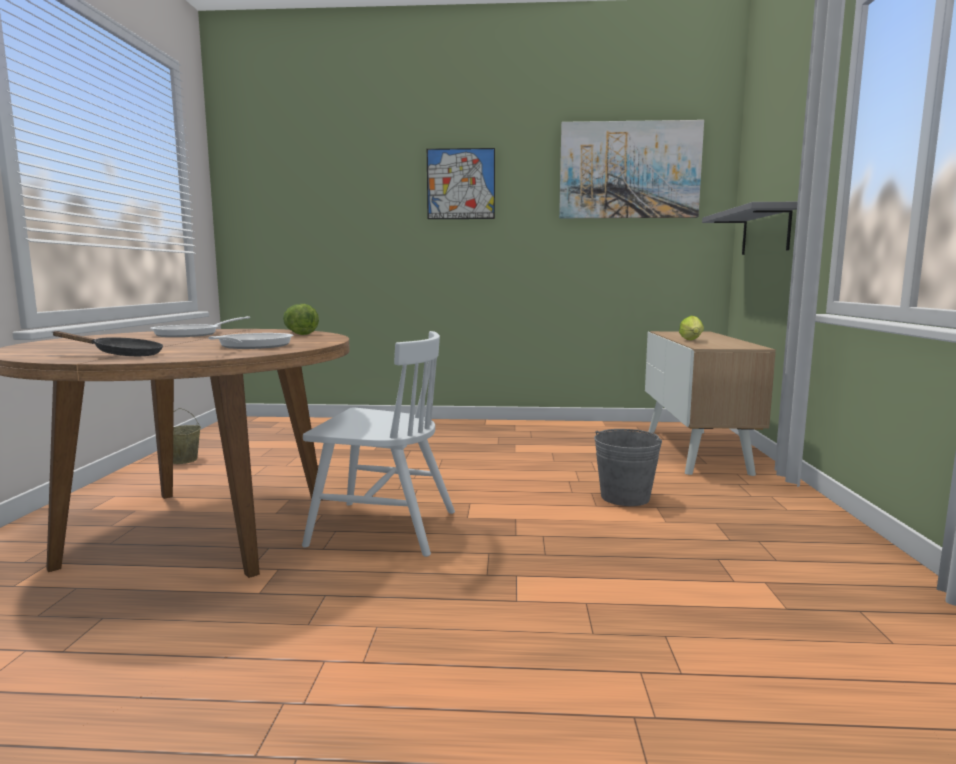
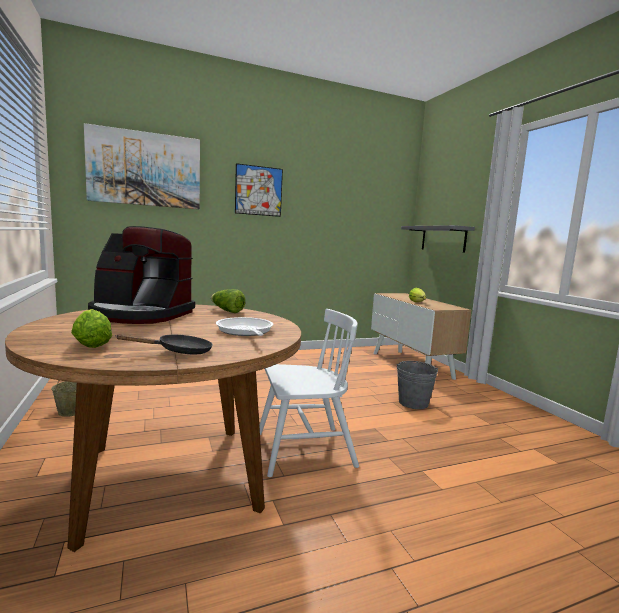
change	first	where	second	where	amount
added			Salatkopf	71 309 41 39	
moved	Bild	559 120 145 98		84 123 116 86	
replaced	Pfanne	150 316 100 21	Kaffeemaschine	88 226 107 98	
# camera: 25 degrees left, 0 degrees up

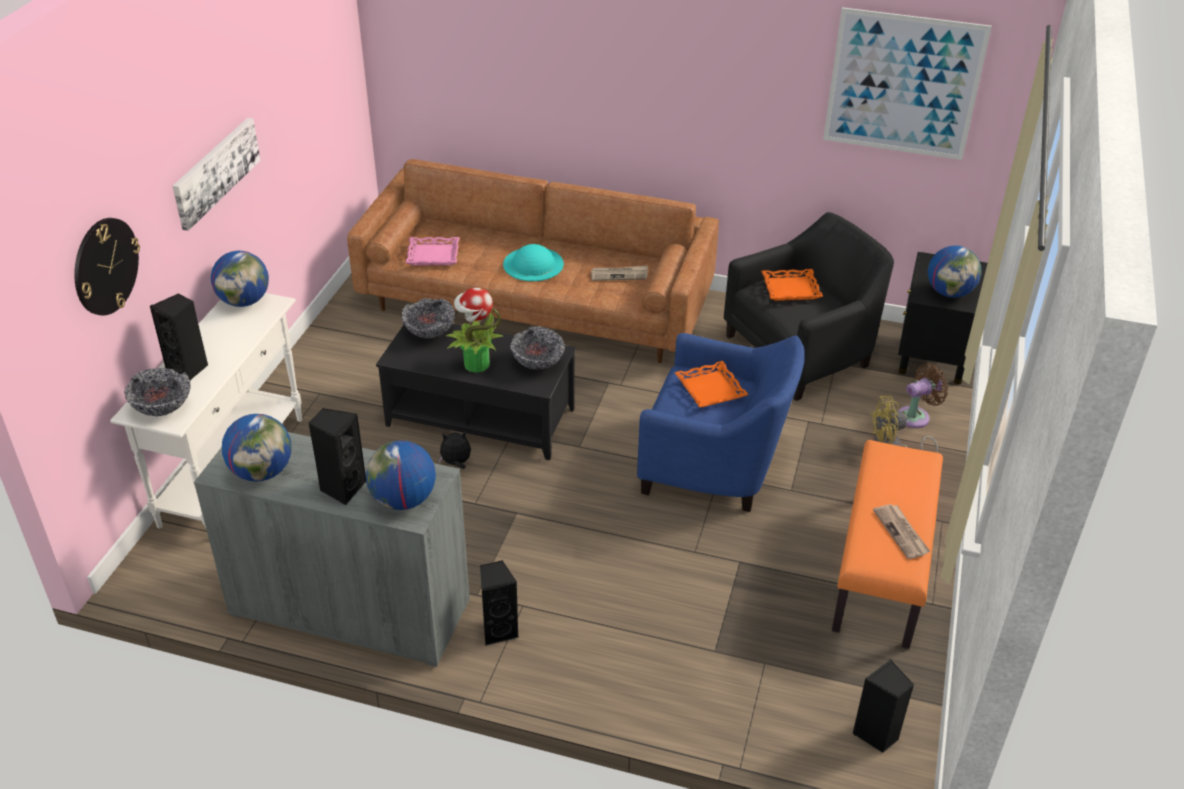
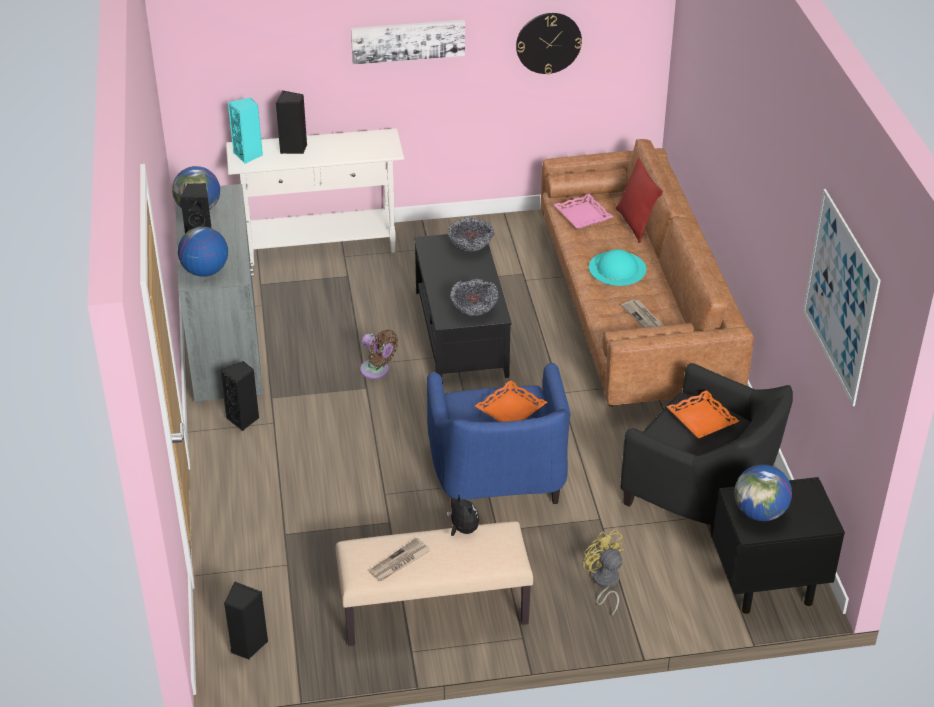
change	first	where	second	where	amount
replaced	Schüssel	124 368 67 48	Lautsprecher/türkis	228 97 35 67	
recoloured	Bank/orange	832 440 111 209	Bank/beige	335 521 198 125	
moved	Ventilator/braun	898 363 50 65		360 330 38 49	
moved	Plüschtier	438 431 33 38		447 493 32 43	
moved	Wanduhr	74 218 66 98		516 13 66 62	
added			Kissen/rot	616 158 47 85	
removed	Globus	211 251 58 56			
removed	Topfpflanze	446 287 58 86			
# camera: 65 degrees right, 0 degrees up

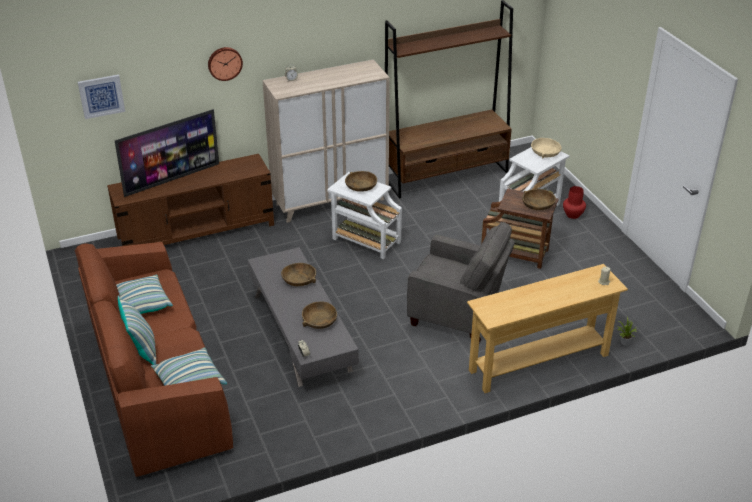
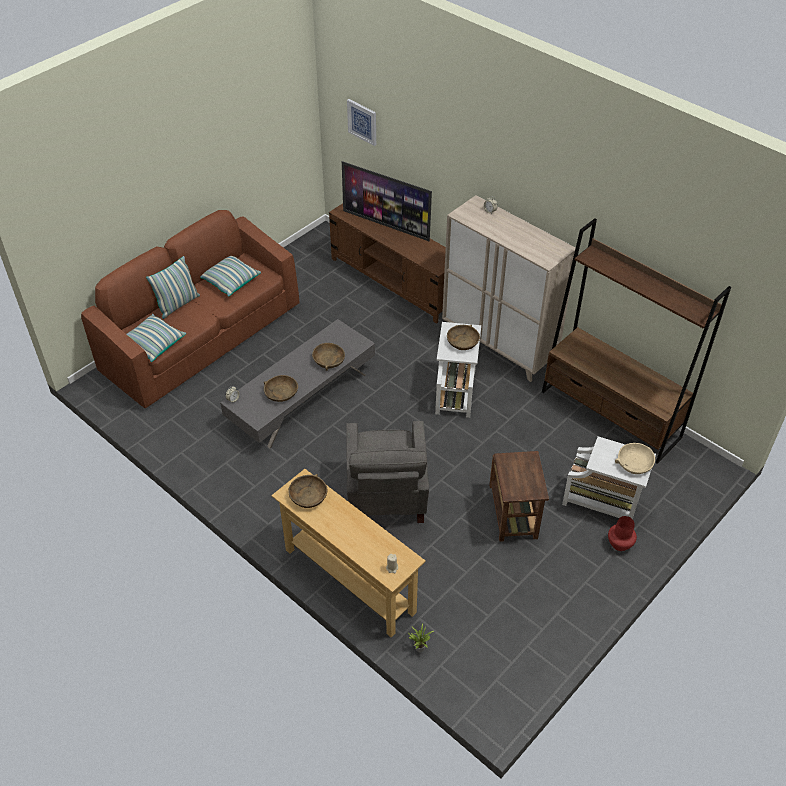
change	first	where	second	where	amount
moved	Schüssel/braun	522 189 34 21		288 474 39 34	
removed	Wanduhr	208 47 35 34			
# camera: 65 degrees right, 10 degrees up

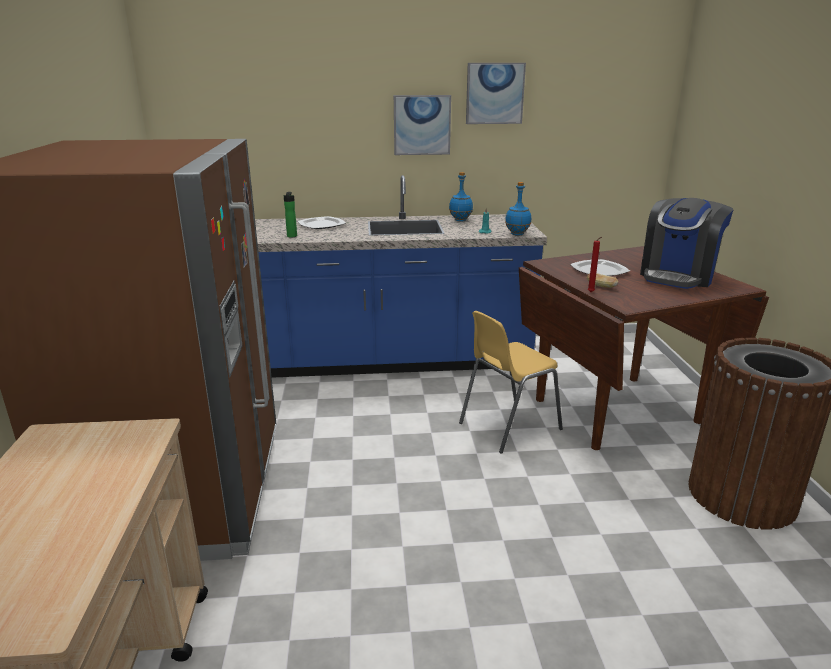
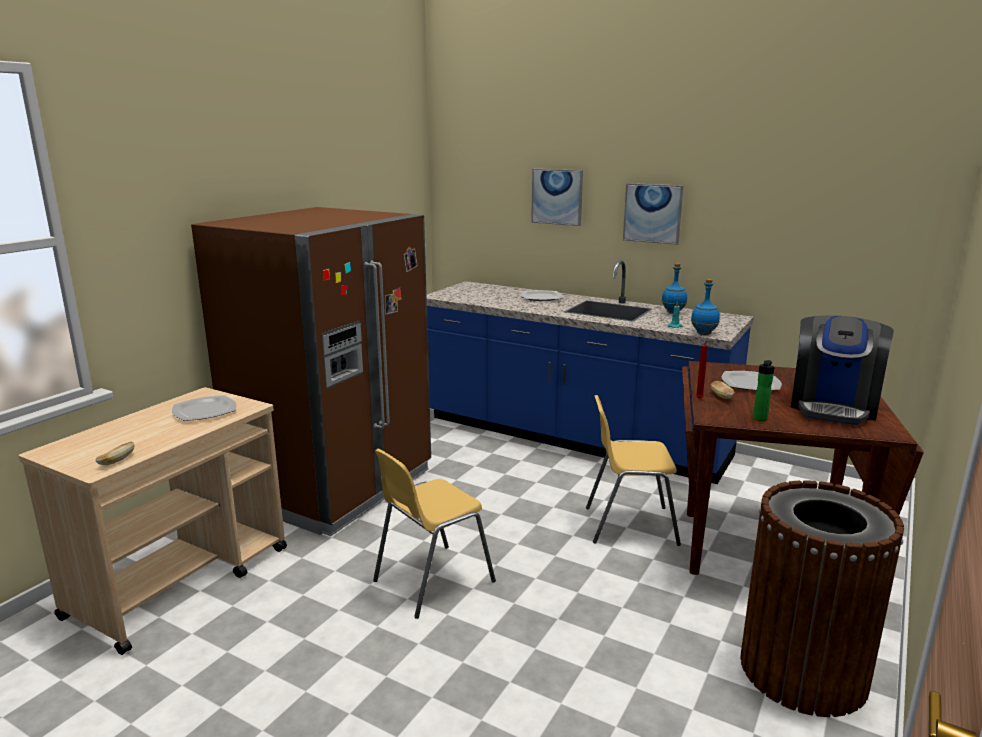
change	first	where	second	where	amount
added			Brot	96 442 39 23	
added			Teller	172 395 64 26	
added			Stuhl/gelb	373 449 123 170	
moved	Bild	466 63 60 61		531 169 52 57	
moved	Flasche	284 192 13 46		753 360 22 61	
turned	Kaffeemaschine	640 198 93 91		791 315 103 110	45 degrees counterclockwise
# camera: 35 degrees right, 5 degrees down

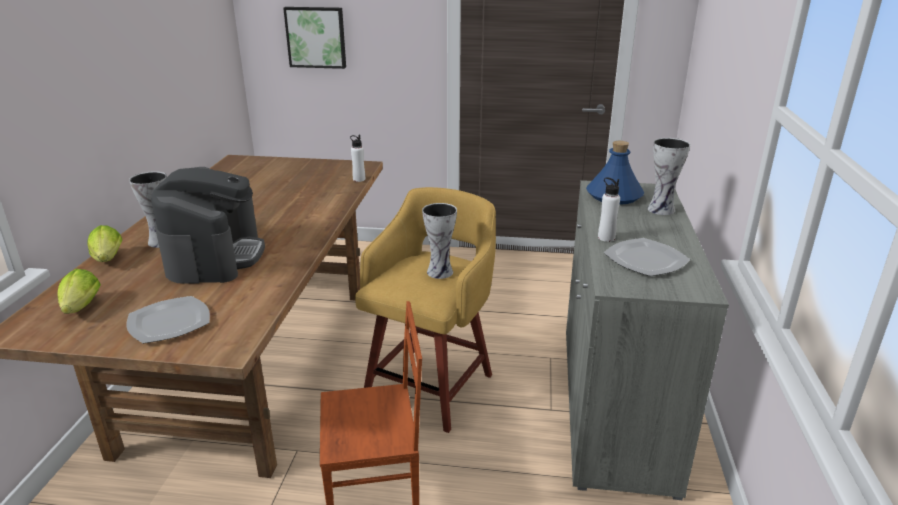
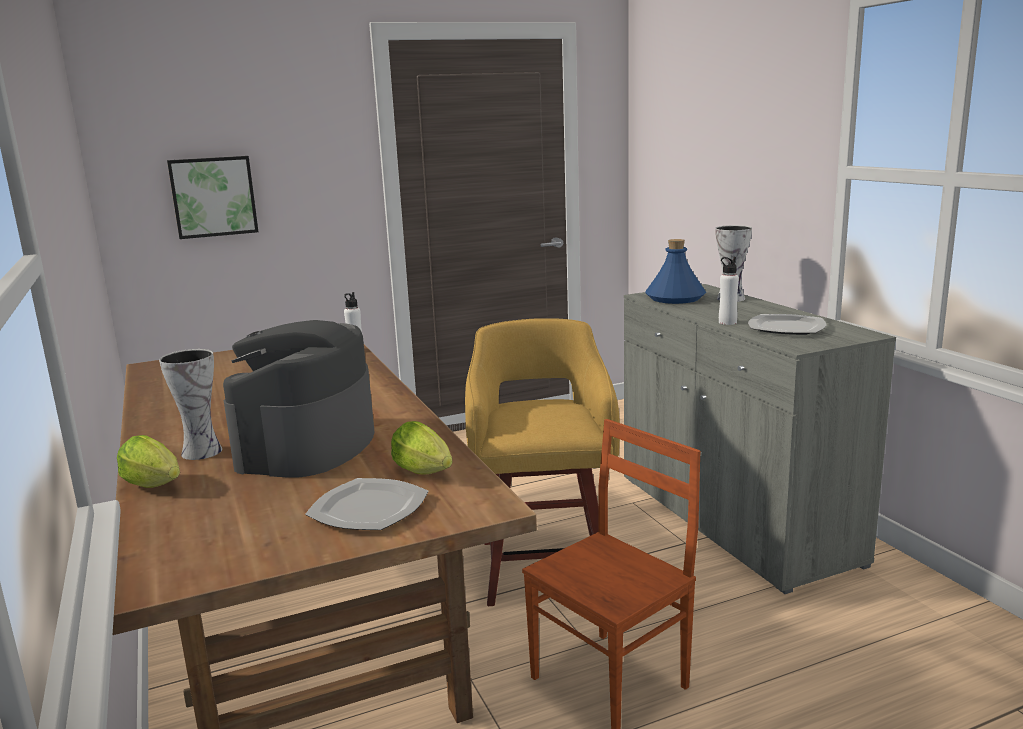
change	first	where	second	where	amount
turned	Kaffeemaschine	151 167 114 117		223 320 151 158	135 degrees counterclockwise
moved	Salatkopf	58 269 43 45		391 421 62 54	
removed	Vase	422 203 35 76			
# camera: 30 degrees left, 10 degrees down

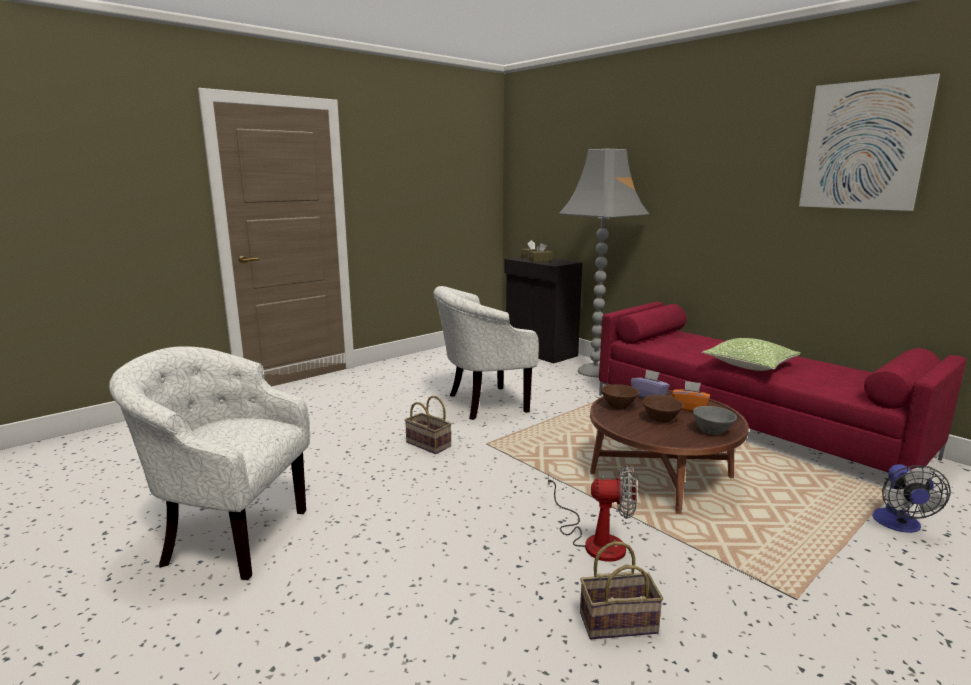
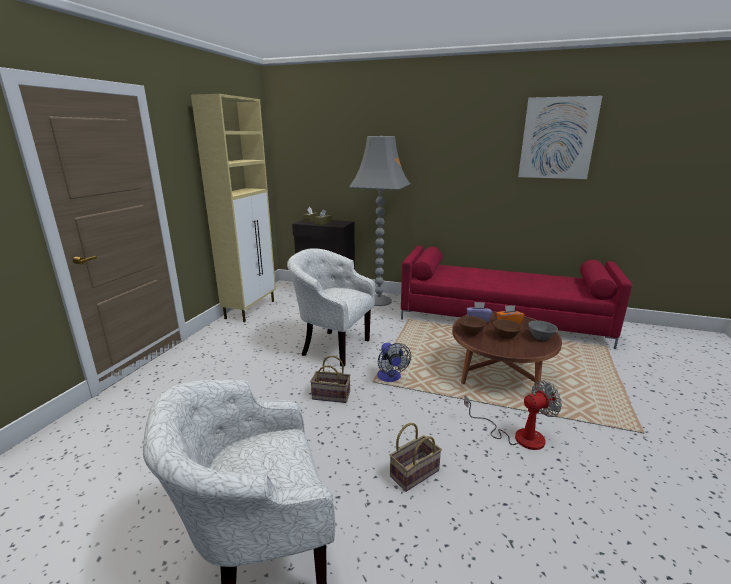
change	first	where	second	where	amount
added			Schrank/beige	191 94 85 228	
turned	Sessel/weiß	433 286 106 134		287 248 88 118	75 degrees clockwise
moved	Ventilator	872 464 79 69		377 343 34 39	
moved	Korb	580 541 83 98		389 423 53 69	
removed	Kissen	702 338 99 33			
# camera: 30 degrees left, 5 degrees up

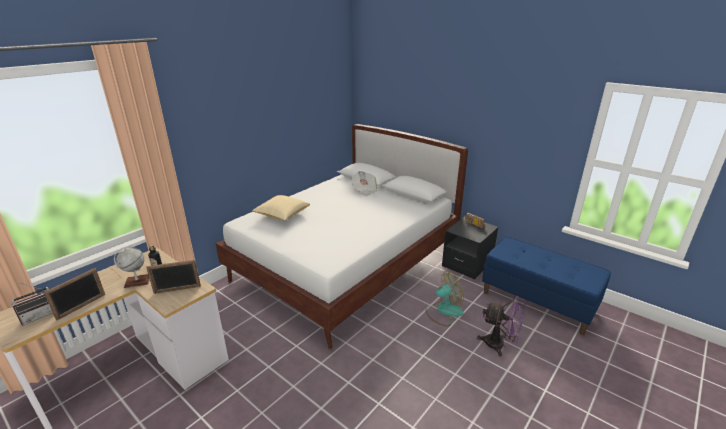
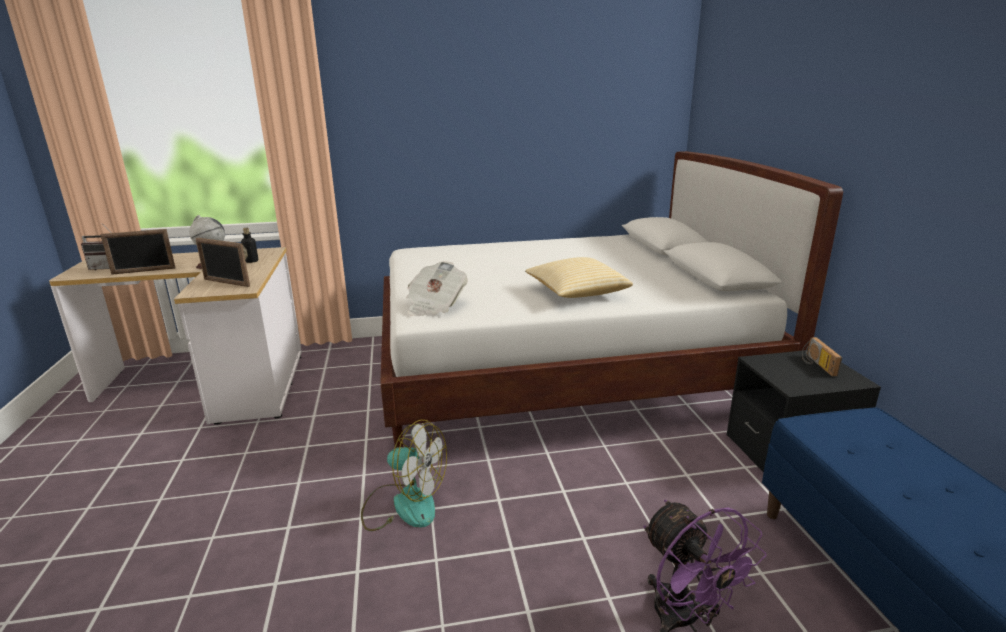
change	first	where	second	where	amount
moved	Ventilator	426 271 38 55		361 420 86 111	
moved	Zeitung	352 171 26 25		406 261 62 55	
moved	Kissen	252 195 58 26		525 257 108 41	
# camera: 40 degrees right, 5 degrees down

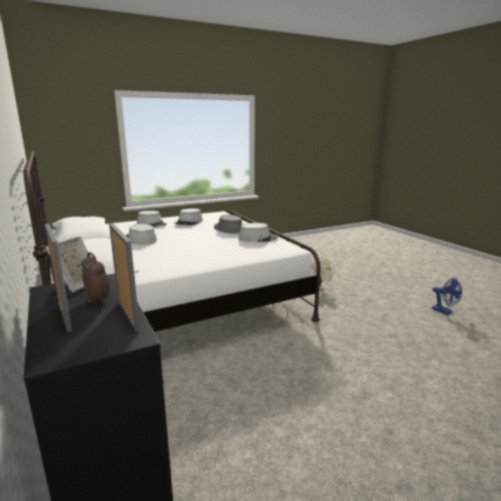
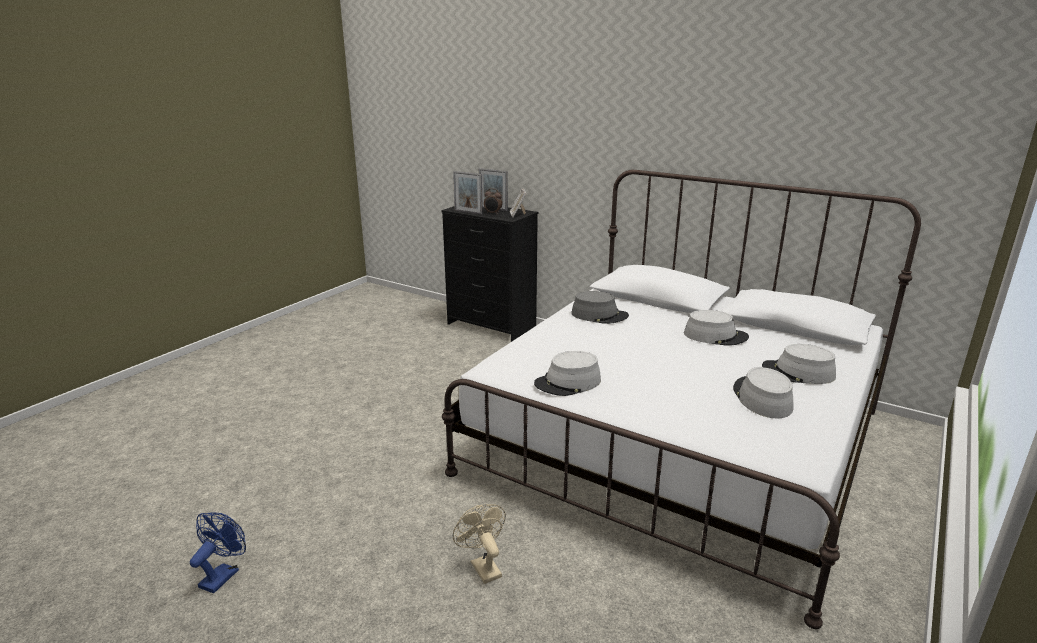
change	first	where	second	where	amount
turned	Ventilator/blau	432 278 30 37		190 513 56 80	90 degrees clockwise
moved	Hut/grau	214 215 29 19		571 291 58 33	
# camera: 150 degrees right, 5 degrees up

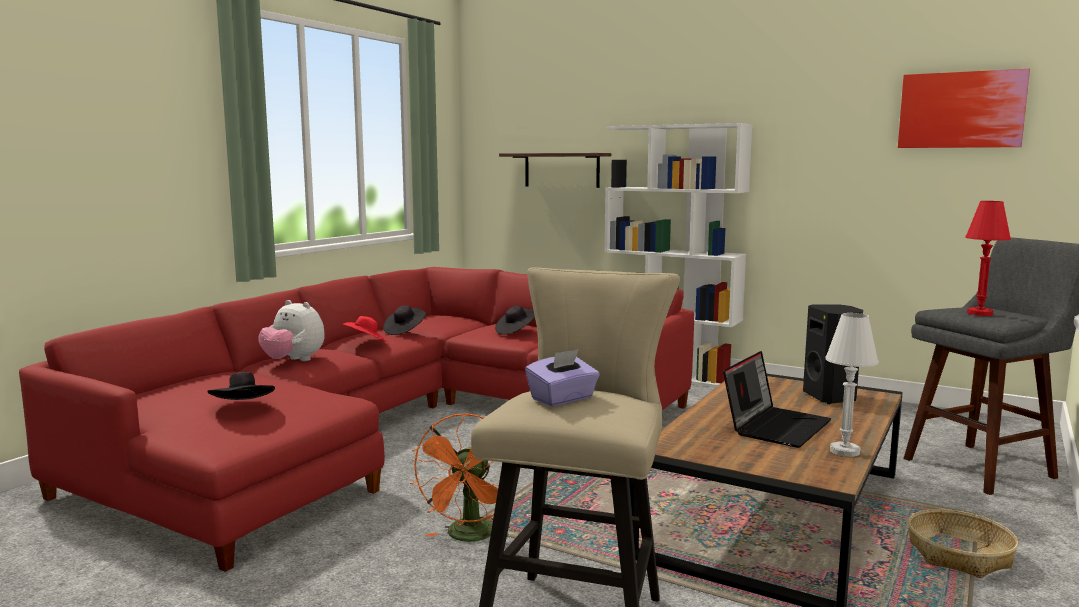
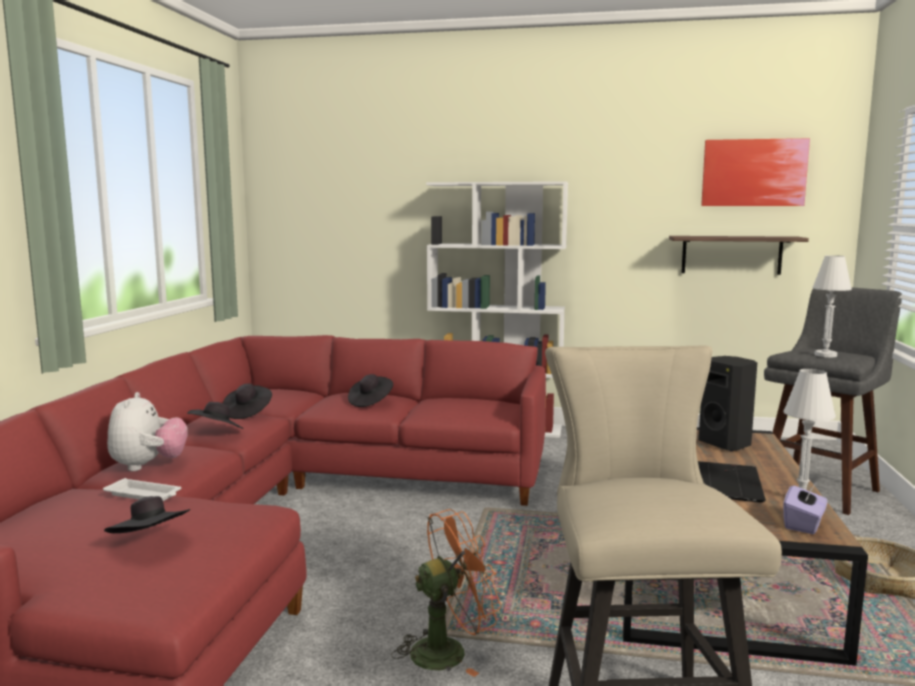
change	first	where	second	where	amount
added			Tablett/weiß	103 478 78 23	
turned	Plüschtier	258 300 67 61		107 392 81 79	105 degrees counterclockwise
recoloured	Hut/rot	343 316 45 26	Hut/schwarz	187 402 57 27	
turned	Ventilator/orange	410 413 100 129		391 509 111 168	105 degrees counterclockwise
moved	Wandregal	499 153 112 35		669 236 140 39	
moved	Taschentuchbox/lila	525 349 75 58		783 483 45 51	
recoloured	Tischlampe/rot	965 201 46 115	Tischlampe/weiß	812 255 40 102	
# camera: 20 degrees left, 0 degrees up

